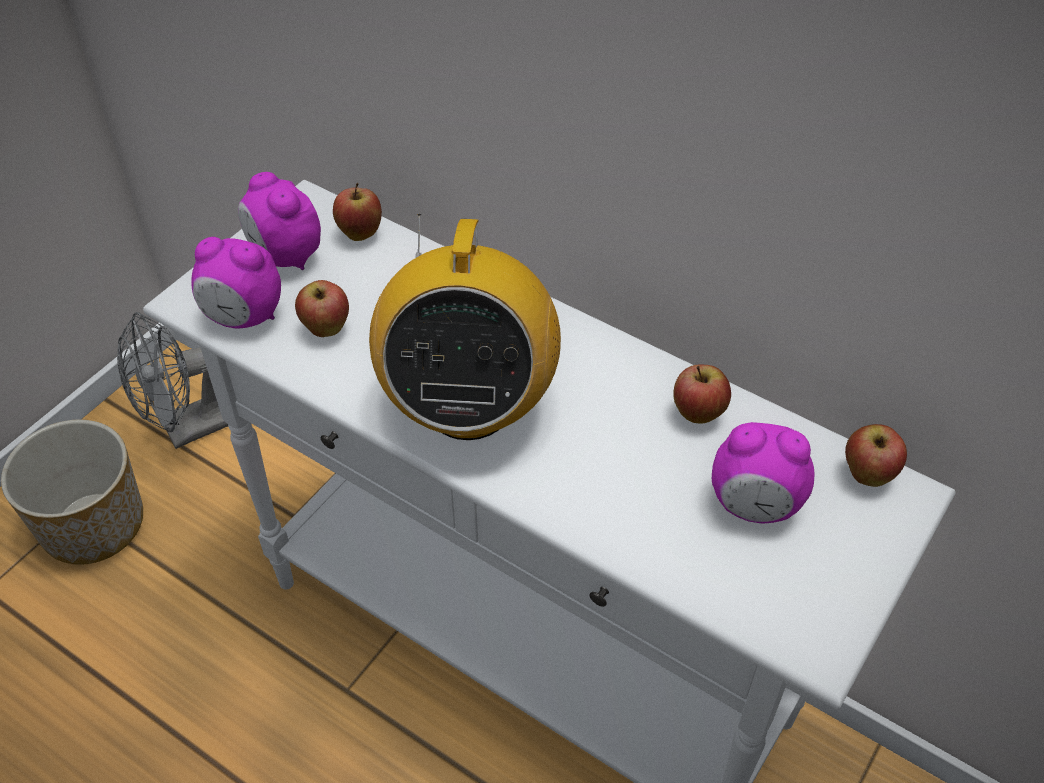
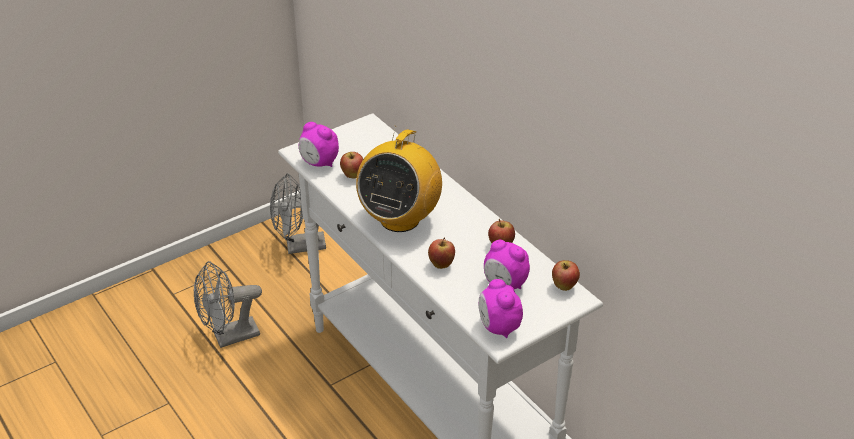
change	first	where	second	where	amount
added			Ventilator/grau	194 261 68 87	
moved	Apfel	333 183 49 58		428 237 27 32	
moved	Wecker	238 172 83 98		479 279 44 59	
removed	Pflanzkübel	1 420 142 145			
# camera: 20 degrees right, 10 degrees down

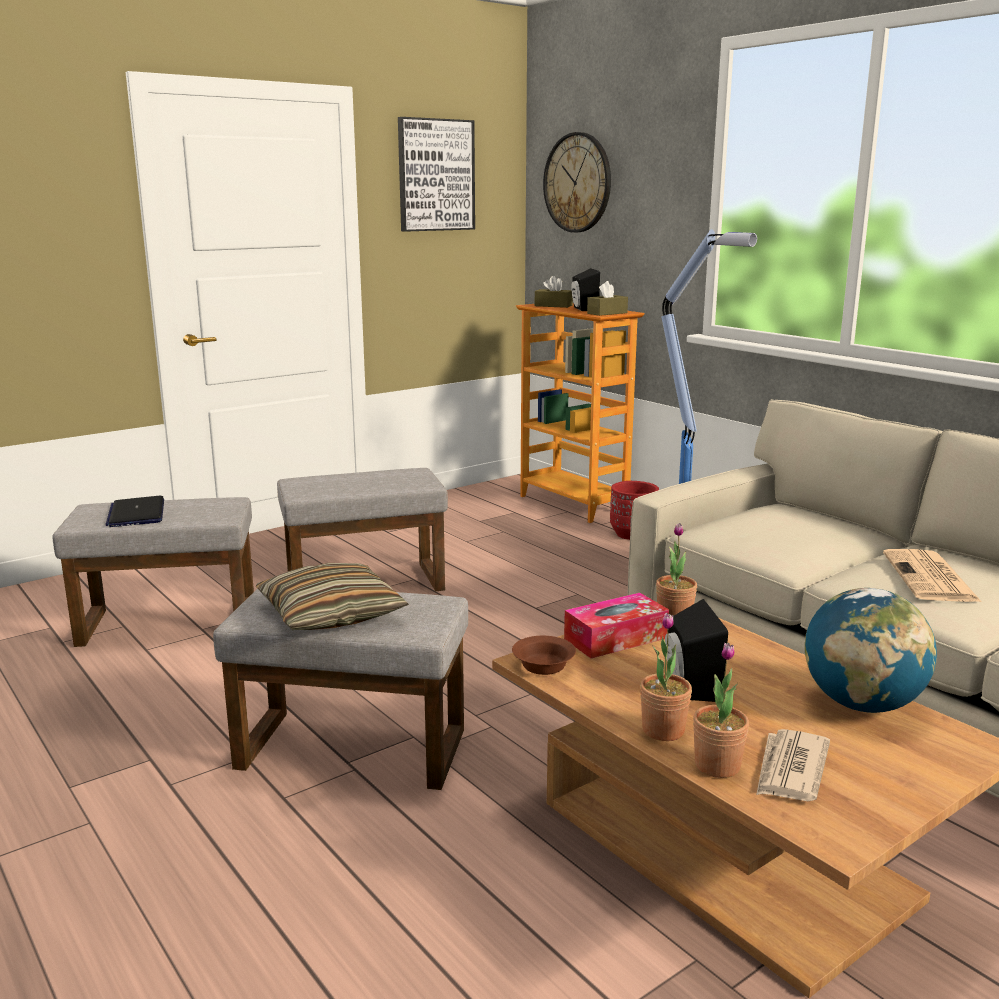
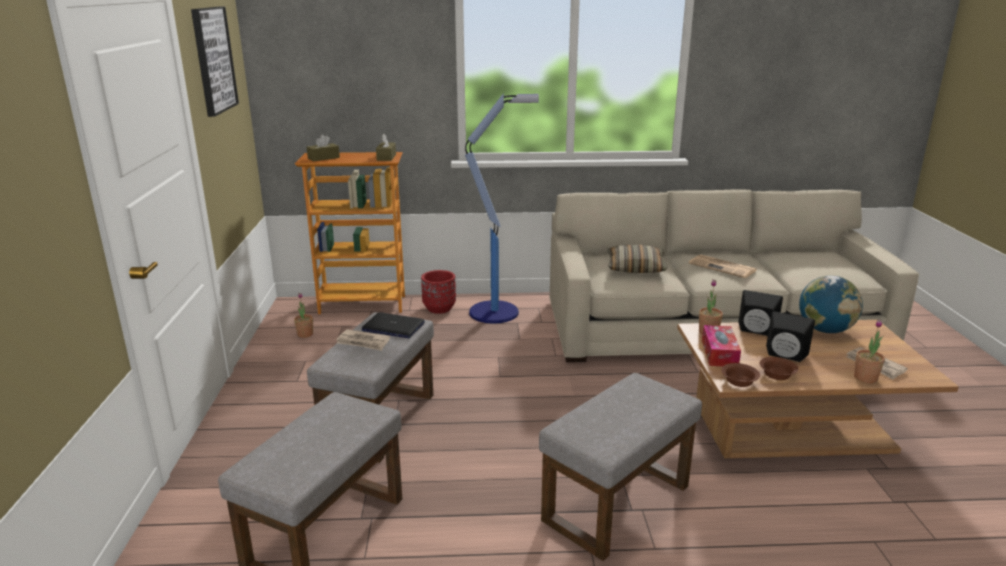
change	first	where	second	where	amount
moved	Topfpflanze	640 613 52 128		294 293 19 45	
added			Zeitung	336 329 54 22	
moved	Laptop	106 496 58 31		362 312 63 26	
moved	Kissen	256 563 153 67		607 245 61 28	
moved	Lautsprecher/schwarz	571 268 29 43		738 290 45 46	
added			Schüssel/braun	759 357 39 23	
removed	Wanduhr	543 132 68 101			
# camera: 55 degrees left, 5 degrees up

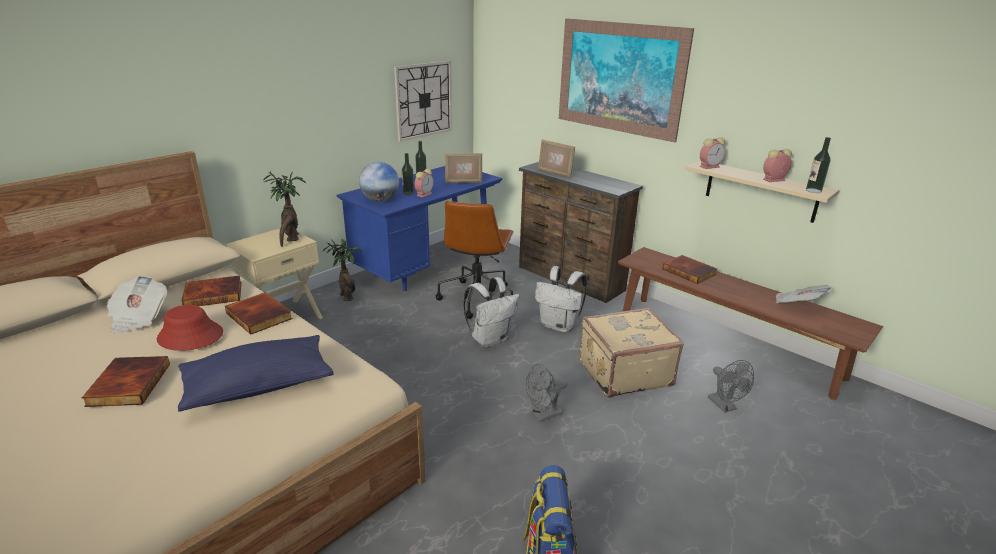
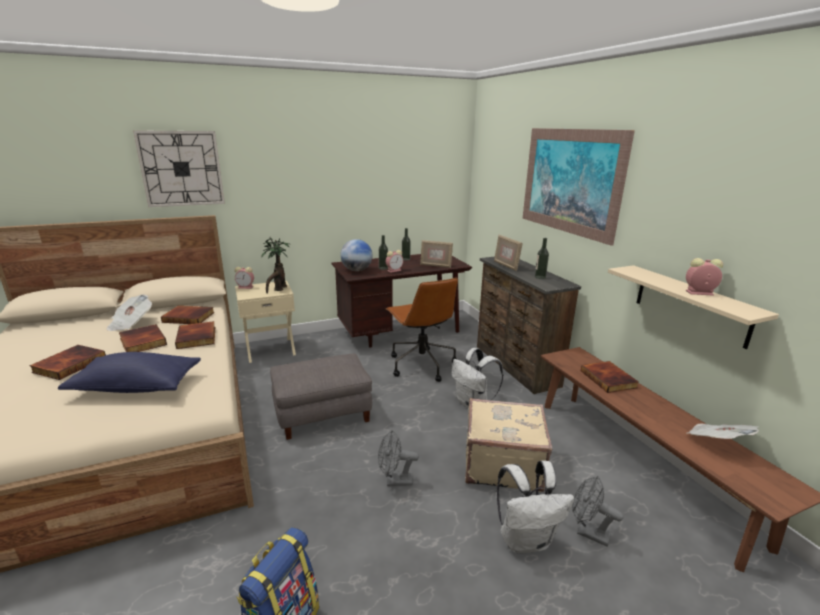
change	first	where	second	where	amount
replaced	Hut/rot	157 305 66 46	Buch	119 324 48 28	
moved	Wanduhr	394 61 58 81		133 130 92 77	
moved	Wecker	699 137 26 32		235 267 19 22	
added			Polsterhocker/grau	270 353 102 87	
recoloured	Schreibtisch/blau	336 166 166 125	Schreibtisch/braun	331 254 141 94	
turned	Bürostuhl/braun	436 201 78 118		386 278 72 104	60 degrees counterclockwise
moved	Rucksack/weiß	463 277 57 70		497 460 77 94	
moved	Flasche	806 137 25 56		535 238 14 41	
turned	Ventilator/grau	708 360 46 53		573 476 50 70	120 degrees clockwise
removed	Topfpflanze	322 239 41 62			
# camera: 25 degrees right, 5 degrees down

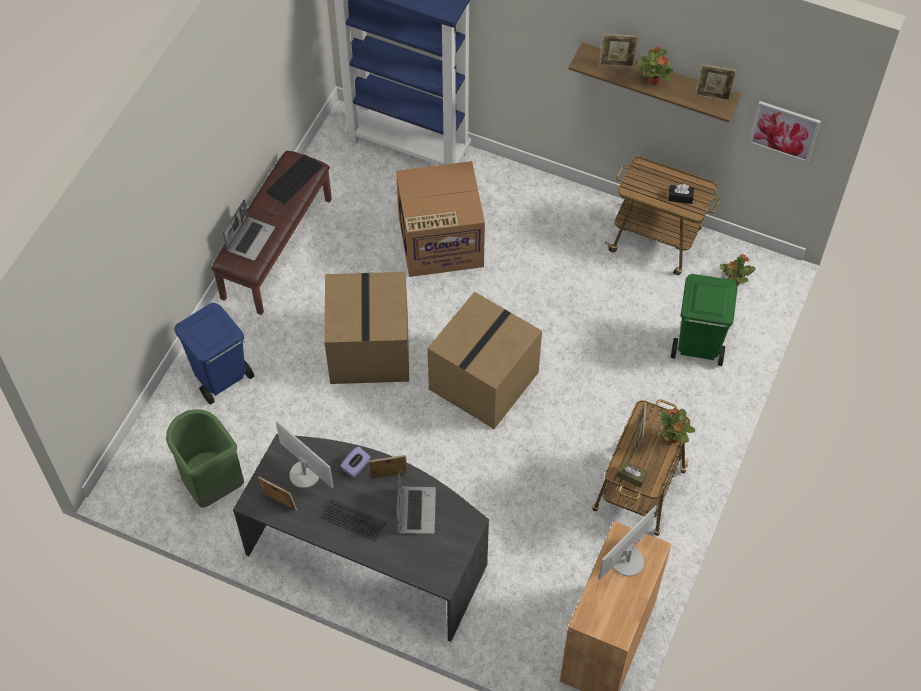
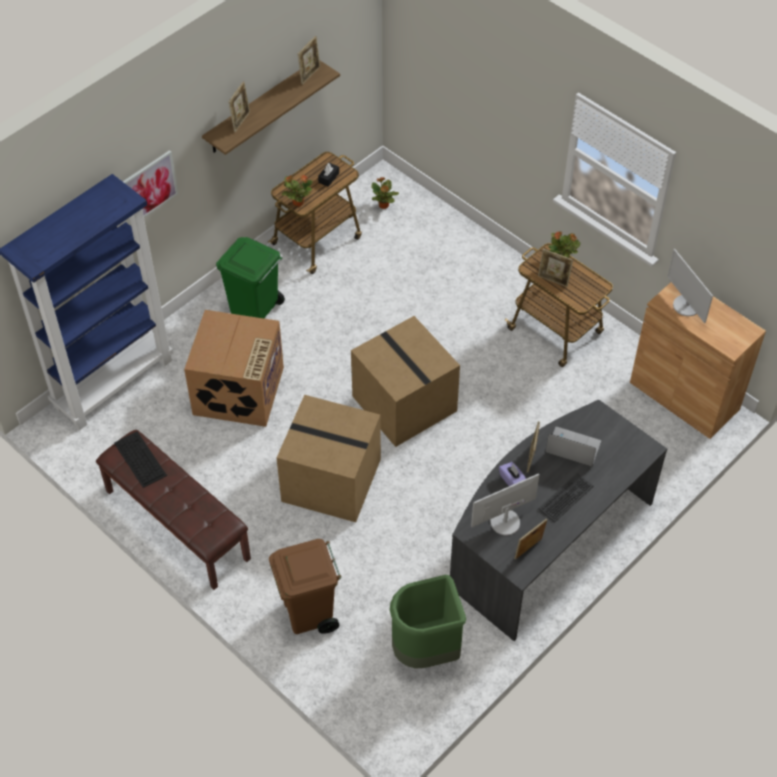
change	first	where	second	where	amount
moved	Bild	749 101 72 62		123 150 55 68	
moved	Mülleimer/grün	671 274 67 92		216 237 69 81	
recoloured	Mülleimer/blau	174 303 80 102	Mülleimer/braun	269 539 72 95	
moved	Topfpflanze	638 47 35 39		282 175 30 32	
removed	Laptop	223 199 52 62			
removed	Taschentuchbox/braun	617 461 31 27			
# camera: 70 degrees left, 5 degrees down

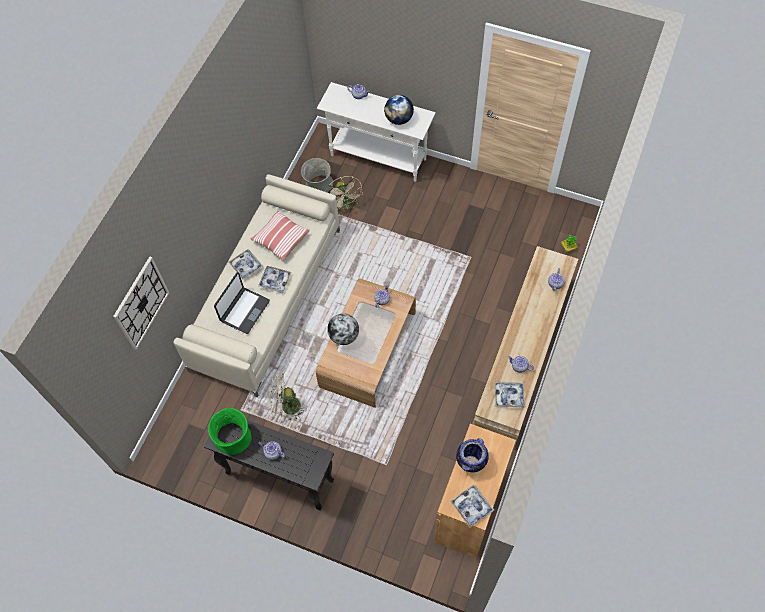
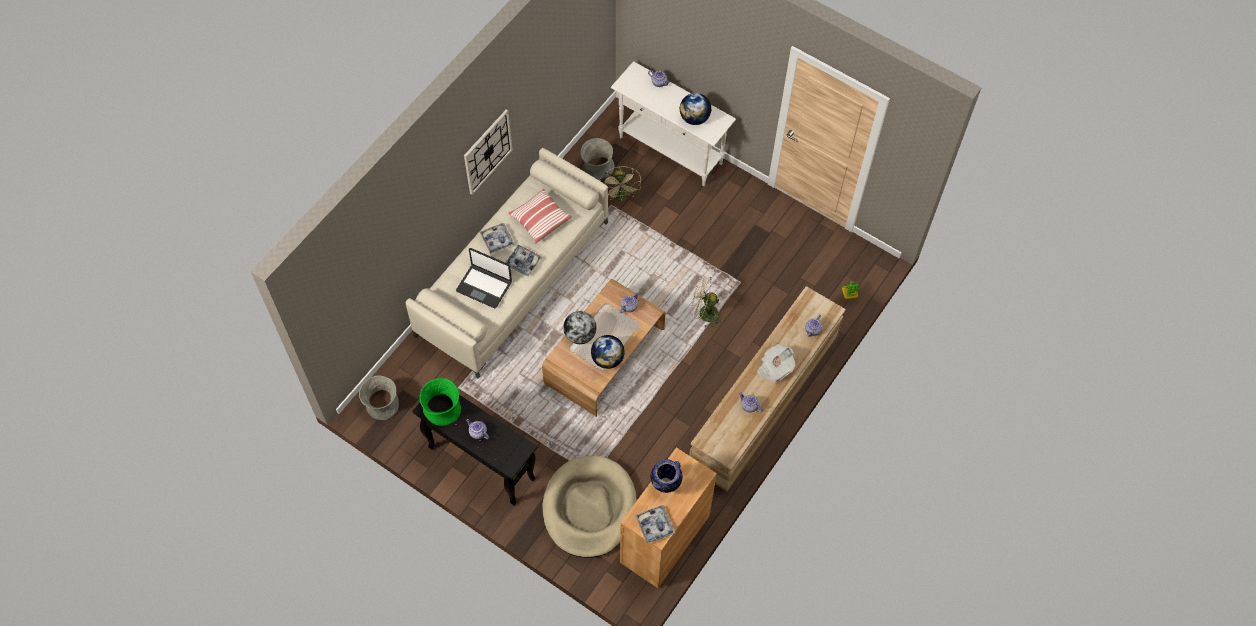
change	first	where	second	where	amount
added			Vase/grau	359 376 40 44	
turned	Laptop	214 272 56 62		456 248 56 61	75 degrees clockwise
moved	Wanduhr	113 256 56 94		464 110 49 85	
added			Hundebett/beige	542 456 95 102	
added			Globus	591 335 34 34	
moved	Ventilator/beige	271 373 33 47		691 275 33 53	
added			Zeitung	757 344 38 39	
removed	Tablett	495 382 29 26			
# camera: 10 degrees right, 0 degrees up

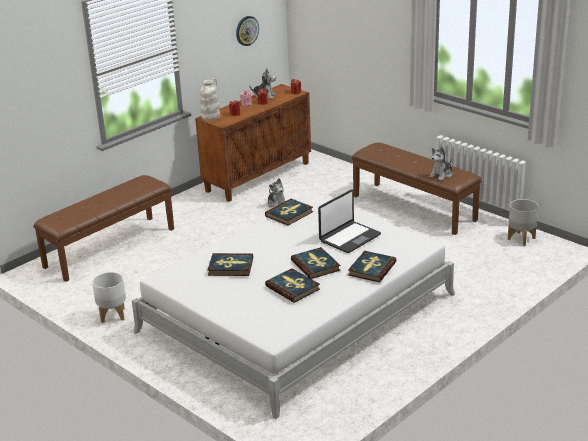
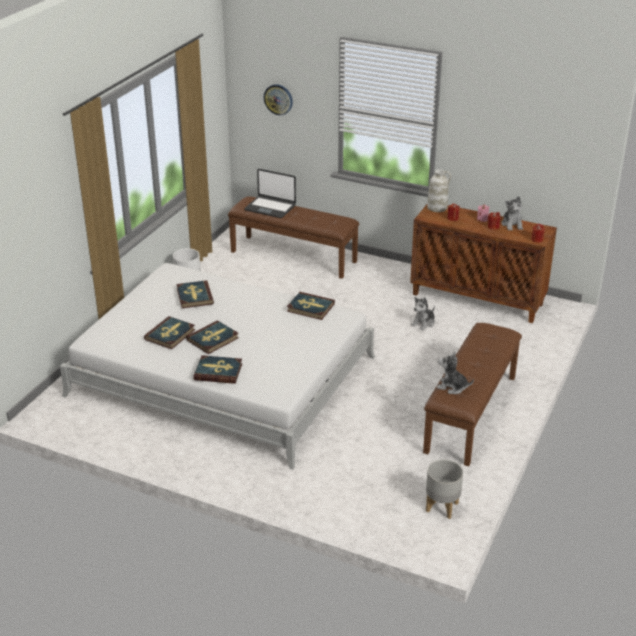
change	first	where	second	where	amount
moved	Laptop	318 190 63 63		244 169 52 49	
moved	Wanduhr	236 16 23 30		264 84 29 31	
# camera: 70 degrees right, 5 degrees up

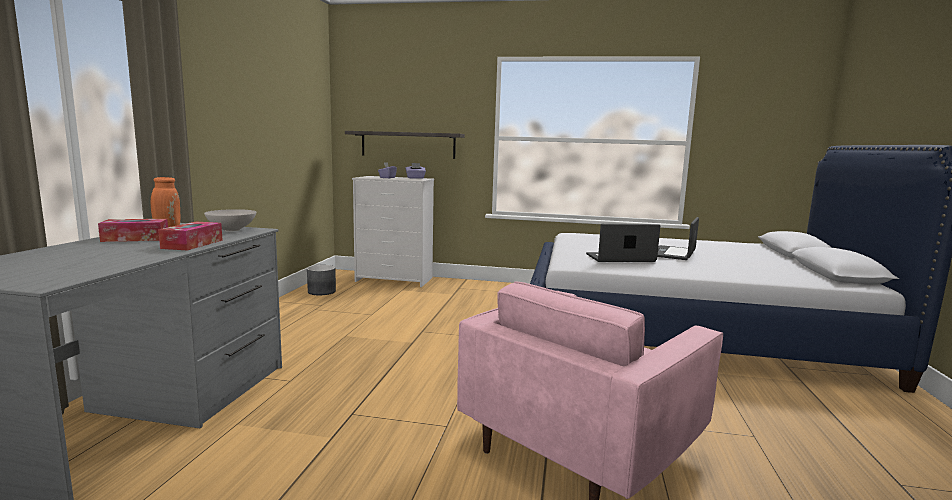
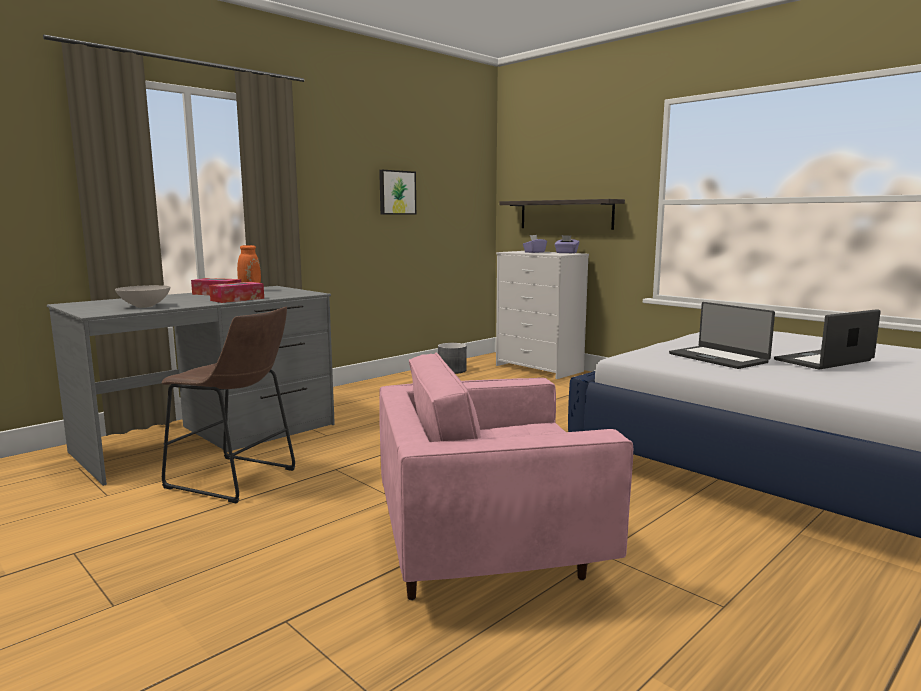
change	first	where	second	where	amount
moved	Schüssel/weiß	204 209 52 22		115 285 55 23	
added			Hocker/braun	161 306 134 197	
added			Bild	379 170 37 45	
turned	Laptop	586 224 74 38		669 302 106 67	150 degrees counterclockwise
# camera: 35 degrees right, 0 degrees up

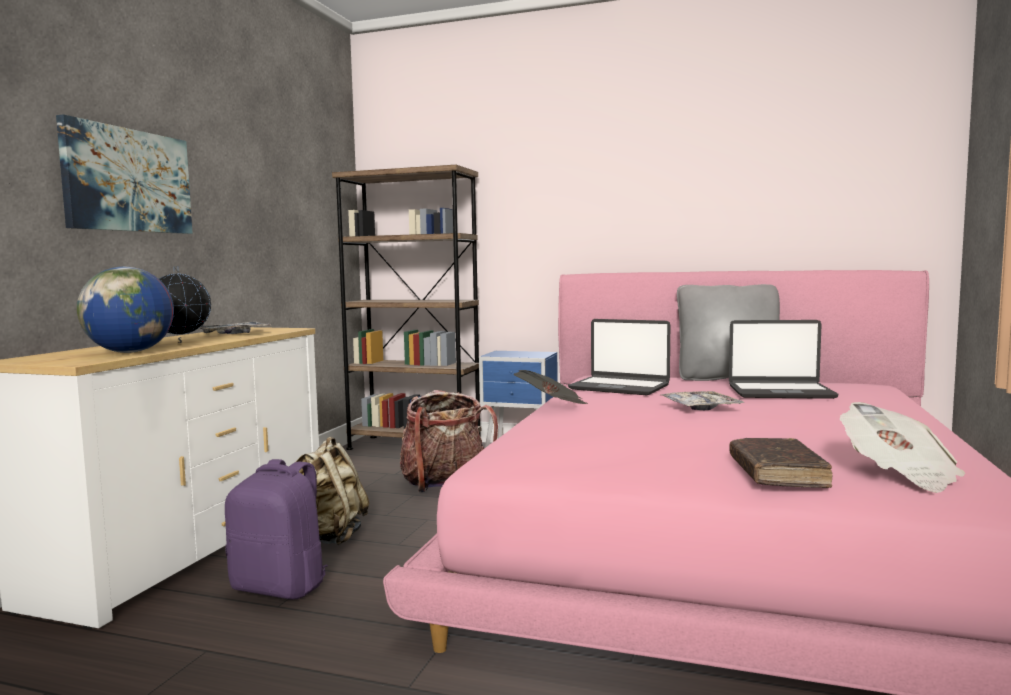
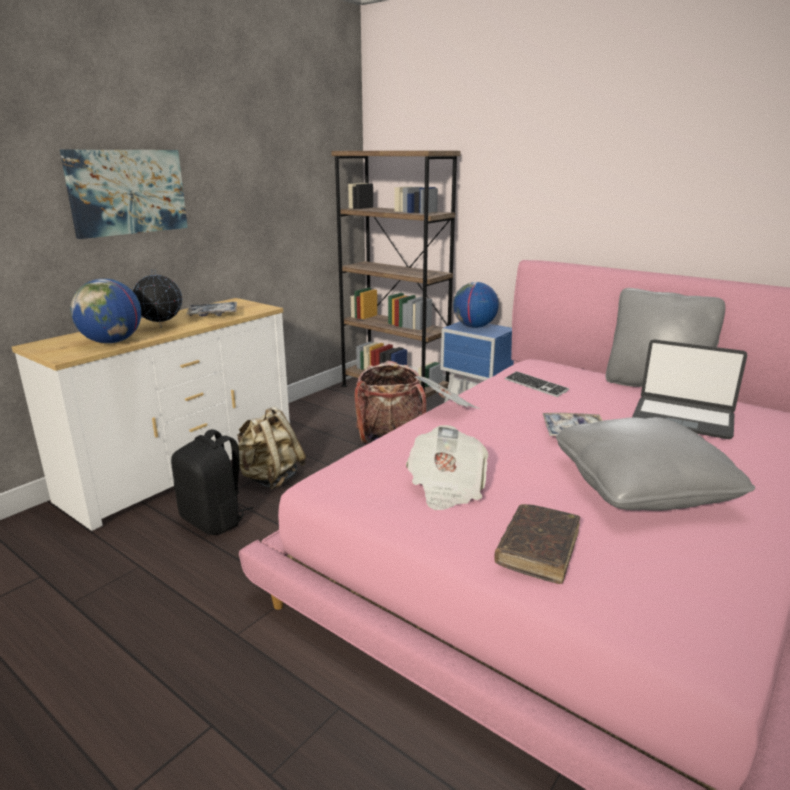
change	first	where	second	where	amount
recoloured	Rucksack/lila	225 459 103 141	Rucksack/schwarz	171 429 82 106	
moved	Zeitung	840 402 126 91		406 425 83 85	
added			Globus	453 282 46 46	
replaced	Laptop	568 319 102 76	Tastatur	505 371 64 26	
added			Kissen/grau	556 417 199 94	
# camera: 20 degrees right, 15 degrees up

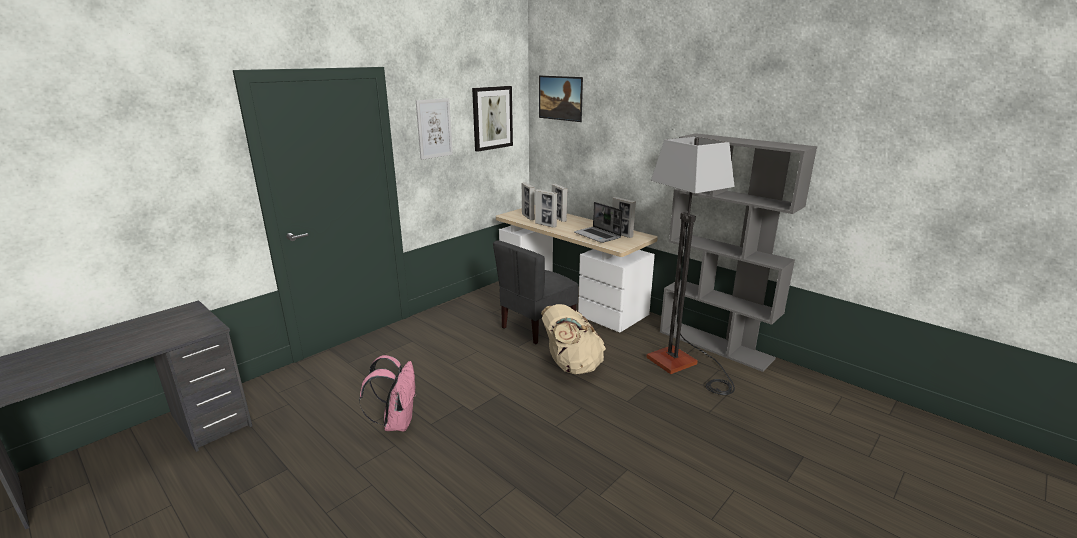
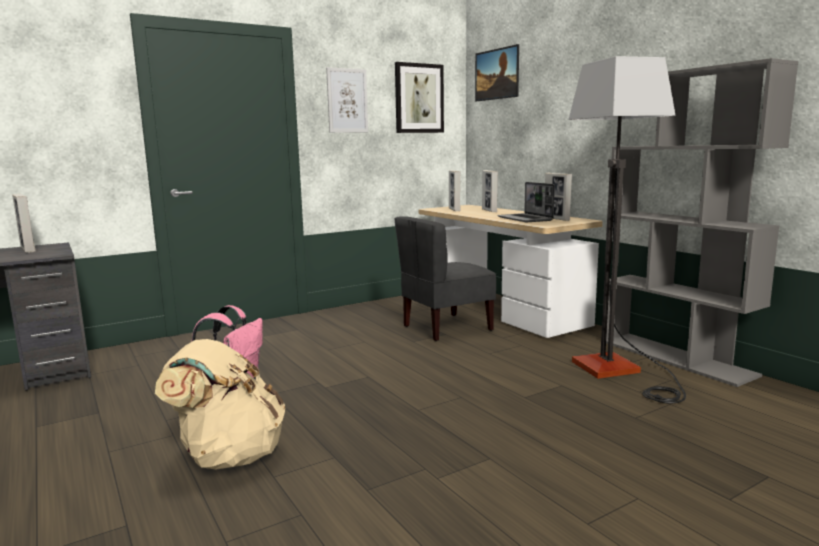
change	first	where	second	where	amount
moved	Bilderrahmen	535 189 22 39		12 194 23 59	
moved	Rucksack/beige	541 304 65 70		155 339 131 131	
# camera: 15 degrees right, 10 degrees down

